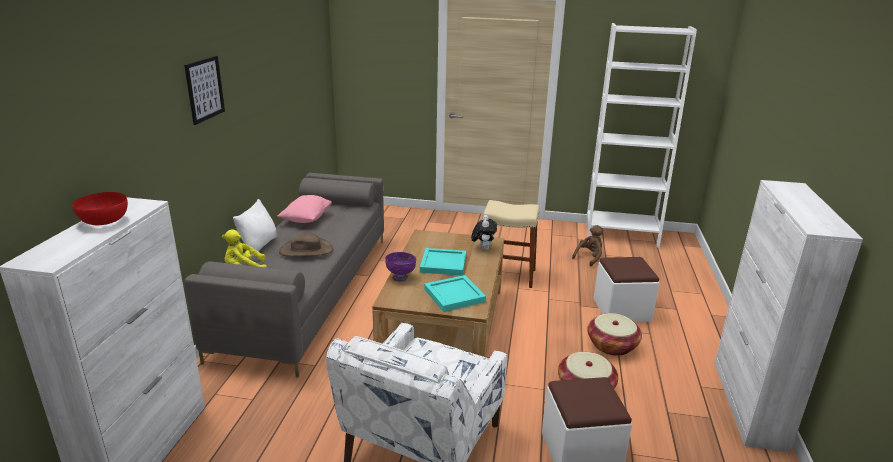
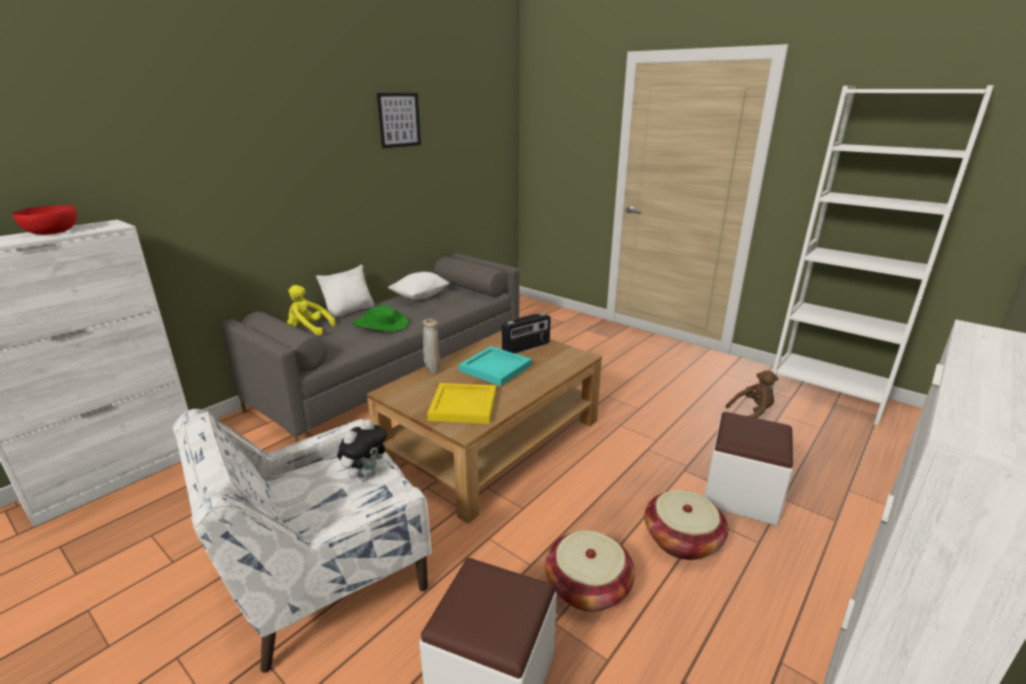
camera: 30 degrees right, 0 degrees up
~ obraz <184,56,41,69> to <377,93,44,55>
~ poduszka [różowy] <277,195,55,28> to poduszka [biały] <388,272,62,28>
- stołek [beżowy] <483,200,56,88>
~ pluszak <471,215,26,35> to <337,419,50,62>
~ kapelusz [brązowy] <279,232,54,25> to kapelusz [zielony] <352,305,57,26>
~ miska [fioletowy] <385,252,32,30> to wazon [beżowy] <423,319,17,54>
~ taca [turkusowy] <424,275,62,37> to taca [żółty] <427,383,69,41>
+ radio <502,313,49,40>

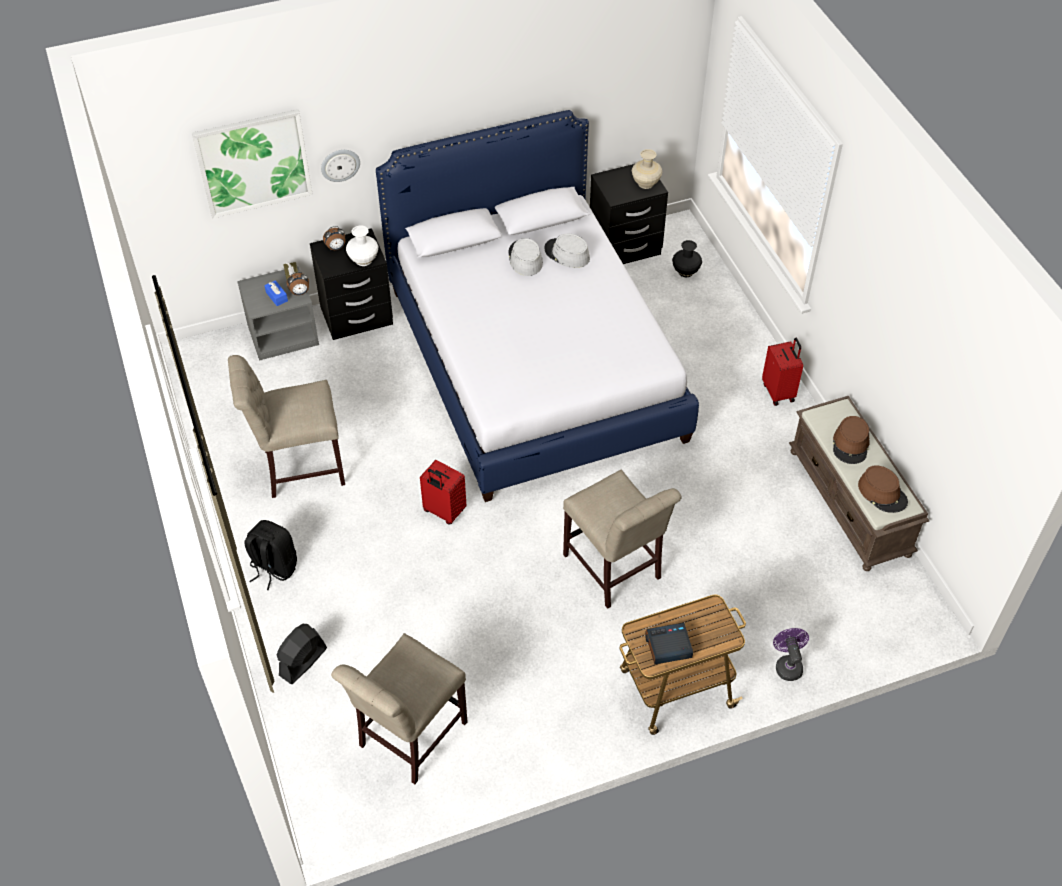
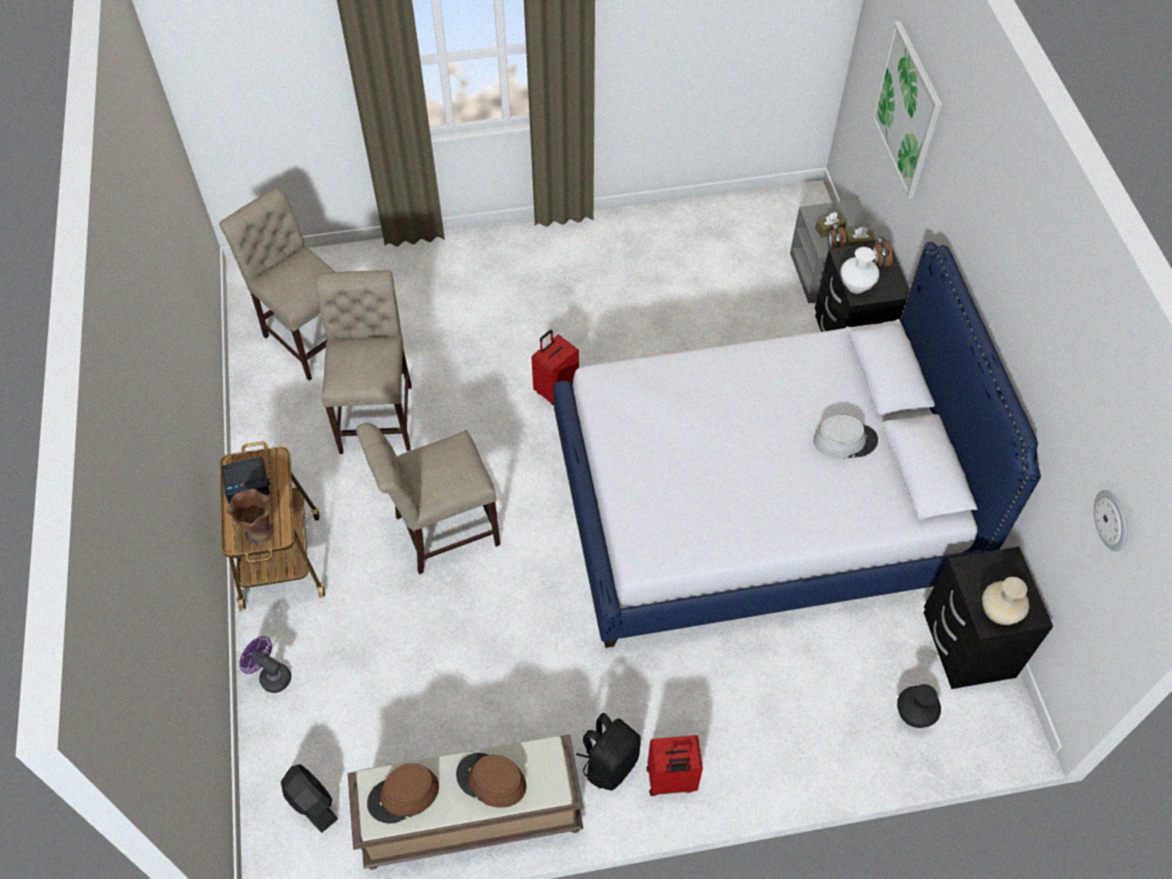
camera: 100 degrees right, 5 degrees up
~ zegar ścienny <321,150,39,32> to <1094,490,33,62>
- kapelusz [szary] <544,234,46,34>
~ pudełko chusteczek [niebieski] <264,280,24,26> to pudełko chusteczek [brązowy] <815,212,32,26>
~ krzesło [beżowy] <228,355,117,143> to <316,270,96,184>
~ plecak [czarny] <244,520,53,70> to <576,713,65,77>
~ budzik <645,623,48,42> = <221,457,49,47> 75 degrees clockwise
~ wentylator [czarny] <277,624,50,60> to <281,764,57,69>
~ wentylator [fioletowy] <773,628,36,53> = <239,636,52,57> 150 degrees counterclockwise
+ wazon [brązowy] <227,489,47,56>

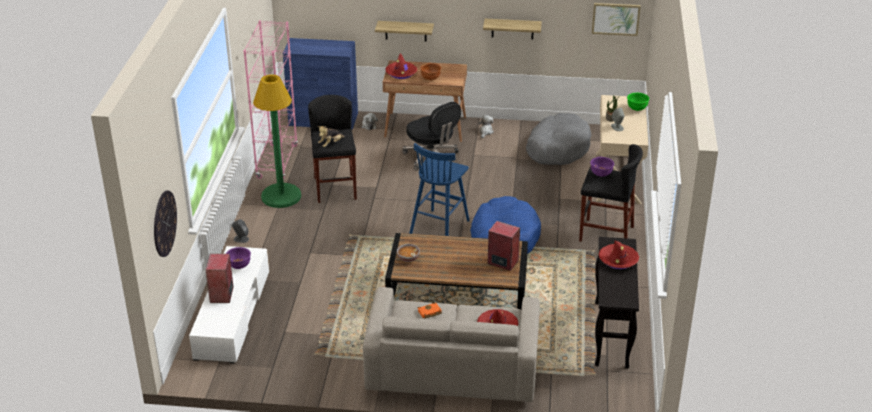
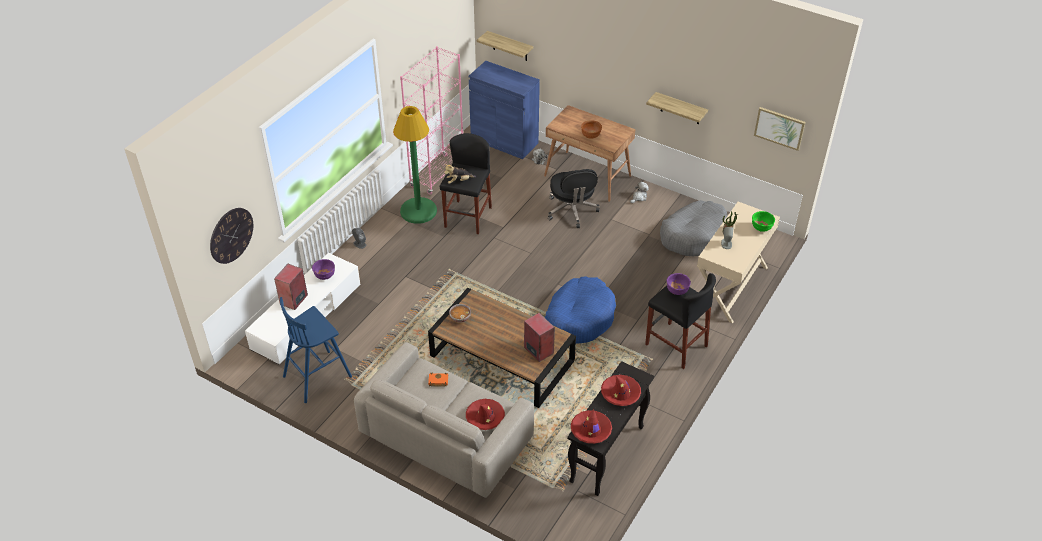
camera: 25 degrees right, 10 degrees up
~ półka <375,21,59,20> to <477,31,56,30>
~ kapelusz [czerwony] <385,53,32,26> to <571,409,41,35>
~ stołek [niebieski] <409,143,61,93> to <280,297,72,106>

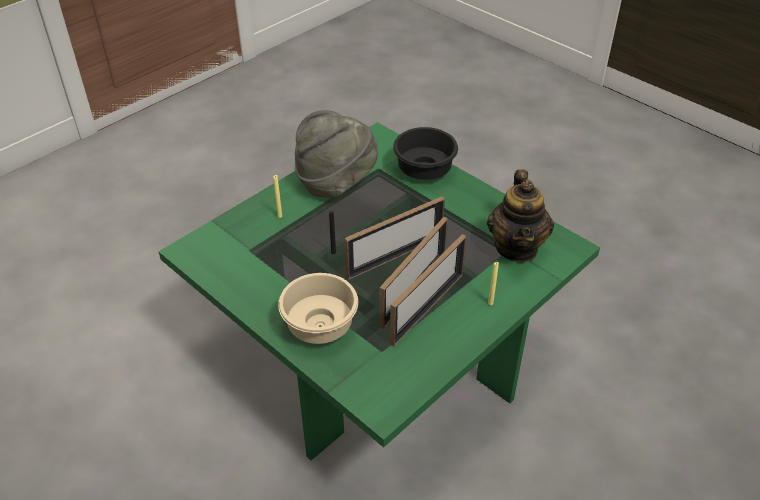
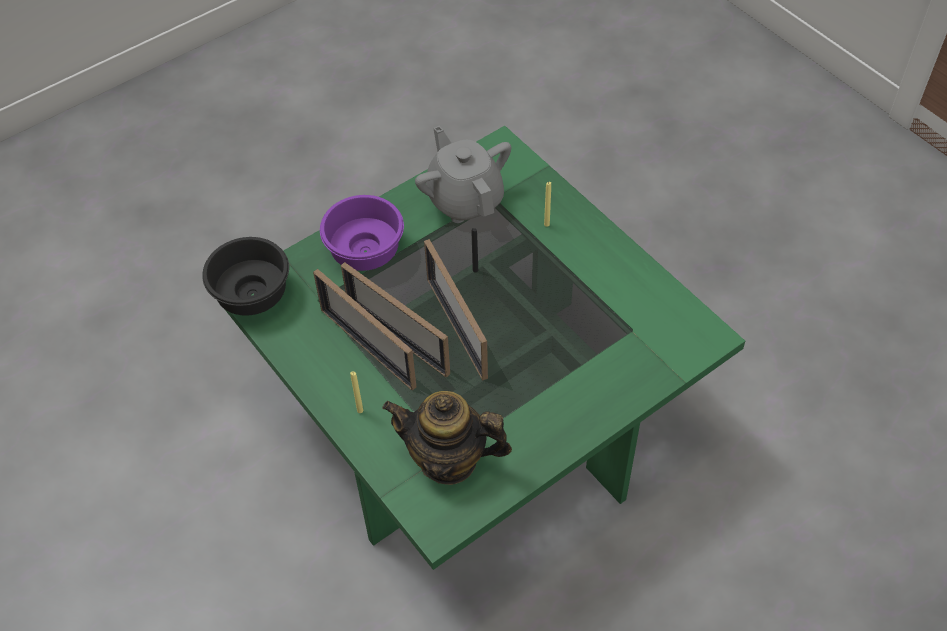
camera: 100 degrees right, 10 degrees up
- kapelusz [szary] <295,110,83,88>
~ miska [czarny] <393,127,65,53> to <202,237,87,78>
~ miska [beżowy] <278,273,80,71> to miska [fioletowy] <320,195,84,76>
+ imbryk [szary] <415,126,96,97>

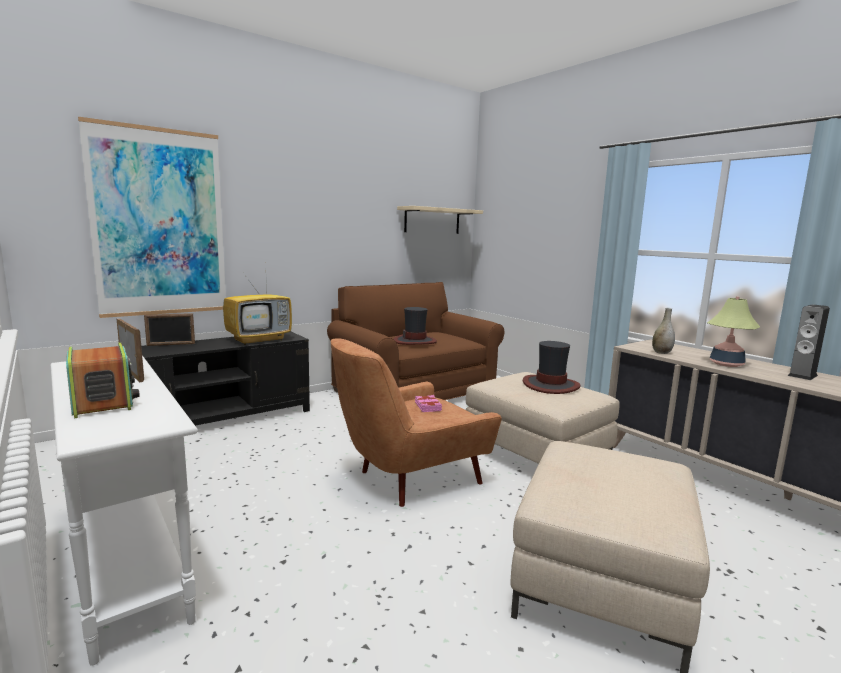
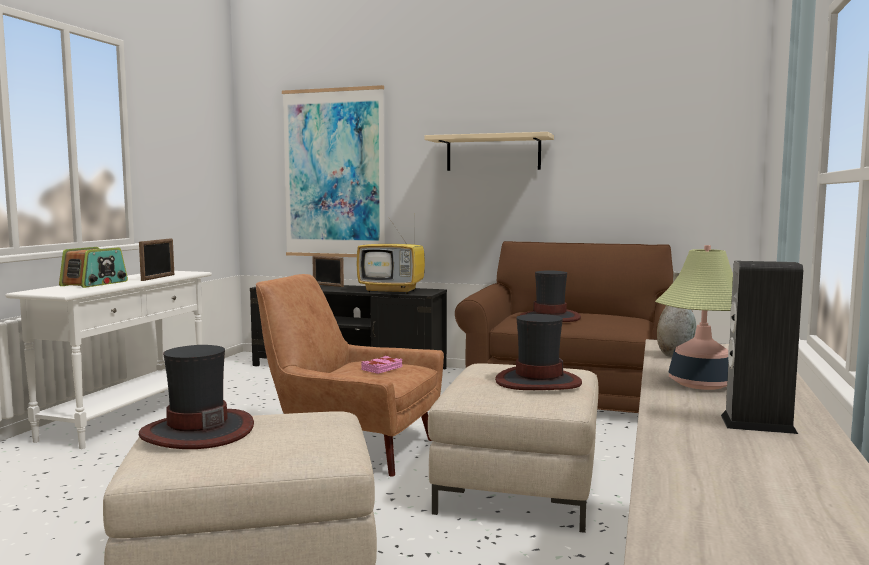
camera: 55 degrees right, 5 degrees down
~ półka [beżowy] <397,206,86,28> to <424,132,130,39>
+ kapelusz <139,345,115,104>

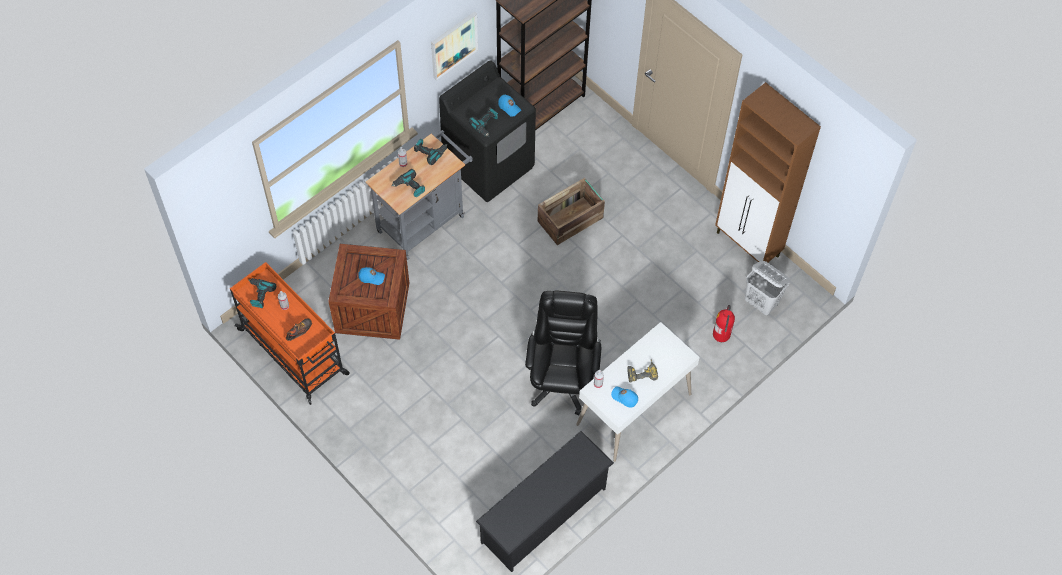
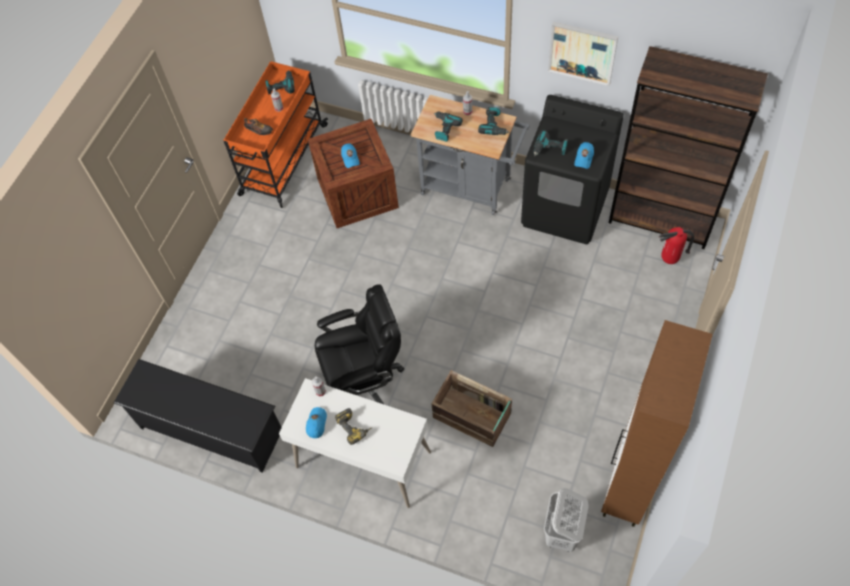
camera: 70 degrees right, 0 degrees up
~ skrzynka <538,178,67,67> to <431,370,81,77>
~ gaśnica <713,305,22,37> to <659,227,35,37>

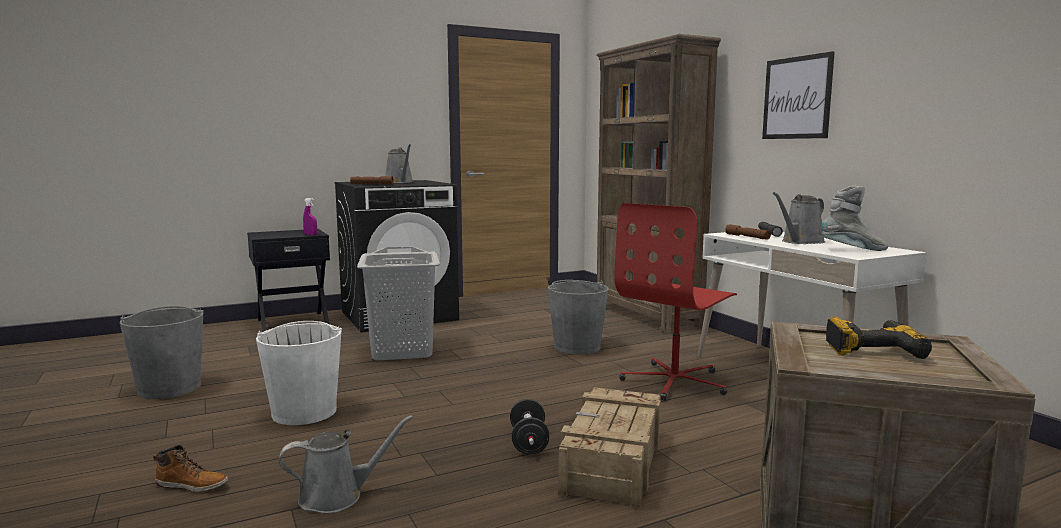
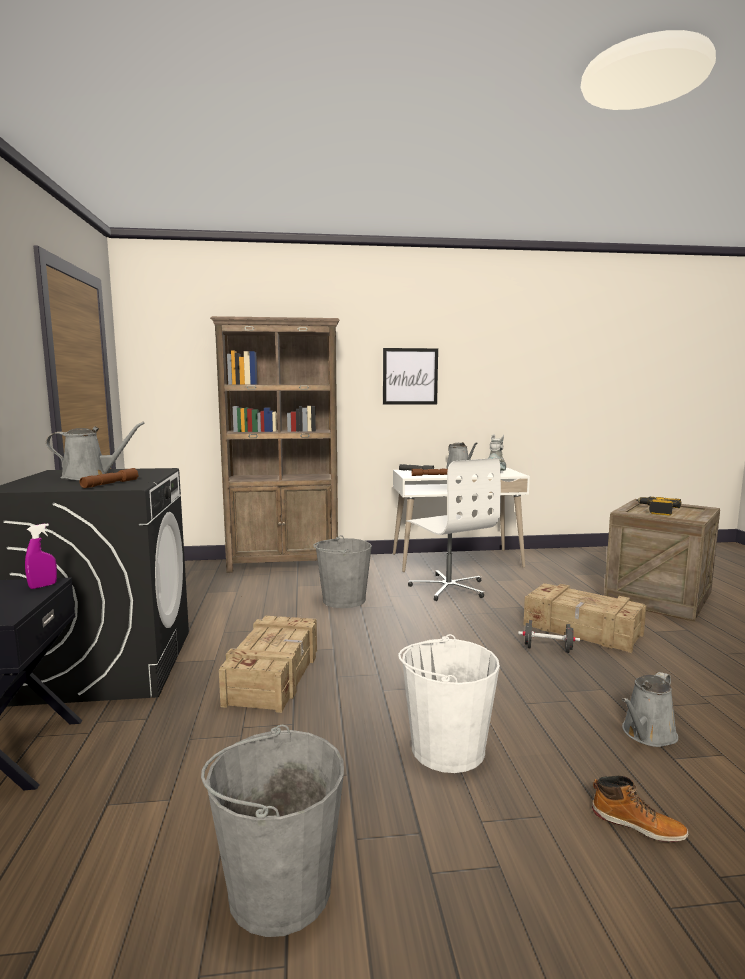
camera: 70 degrees left, 0 degrees up
~ krzesło biurowe [czerwony] <614,203,123,197> to krzesło biurowe [biały] <406,458,95,143>
~ kosz na pranie [szary] <357,247,83,113> to skrzynka <219,616,98,97>
~ konewka [szary] <279,415,134,98> = <622,672,56,75> 135 degrees counterclockwise
~ but z cholewką <153,445,75,47> = <592,776,96,66> 90 degrees clockwise

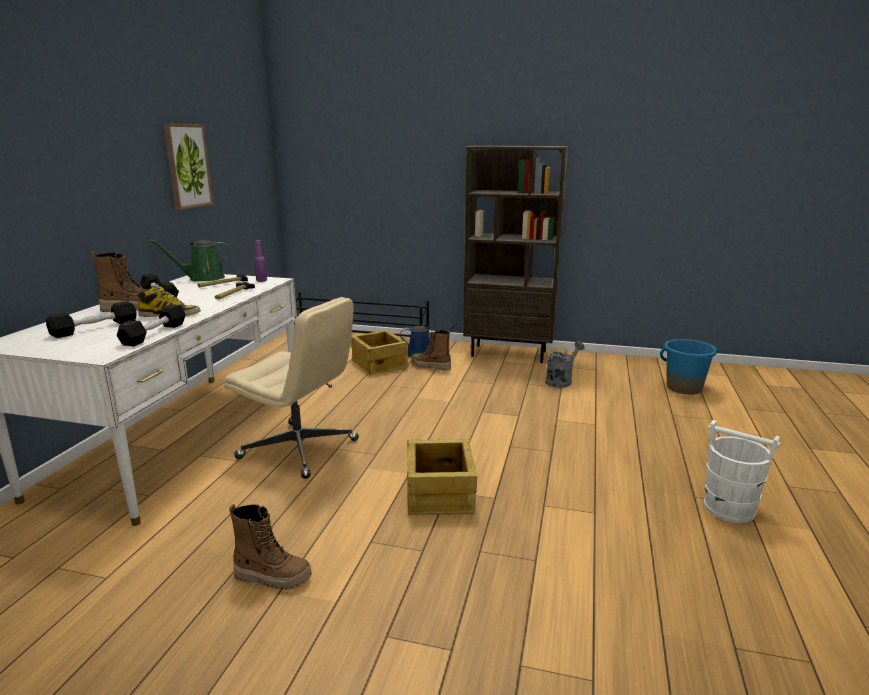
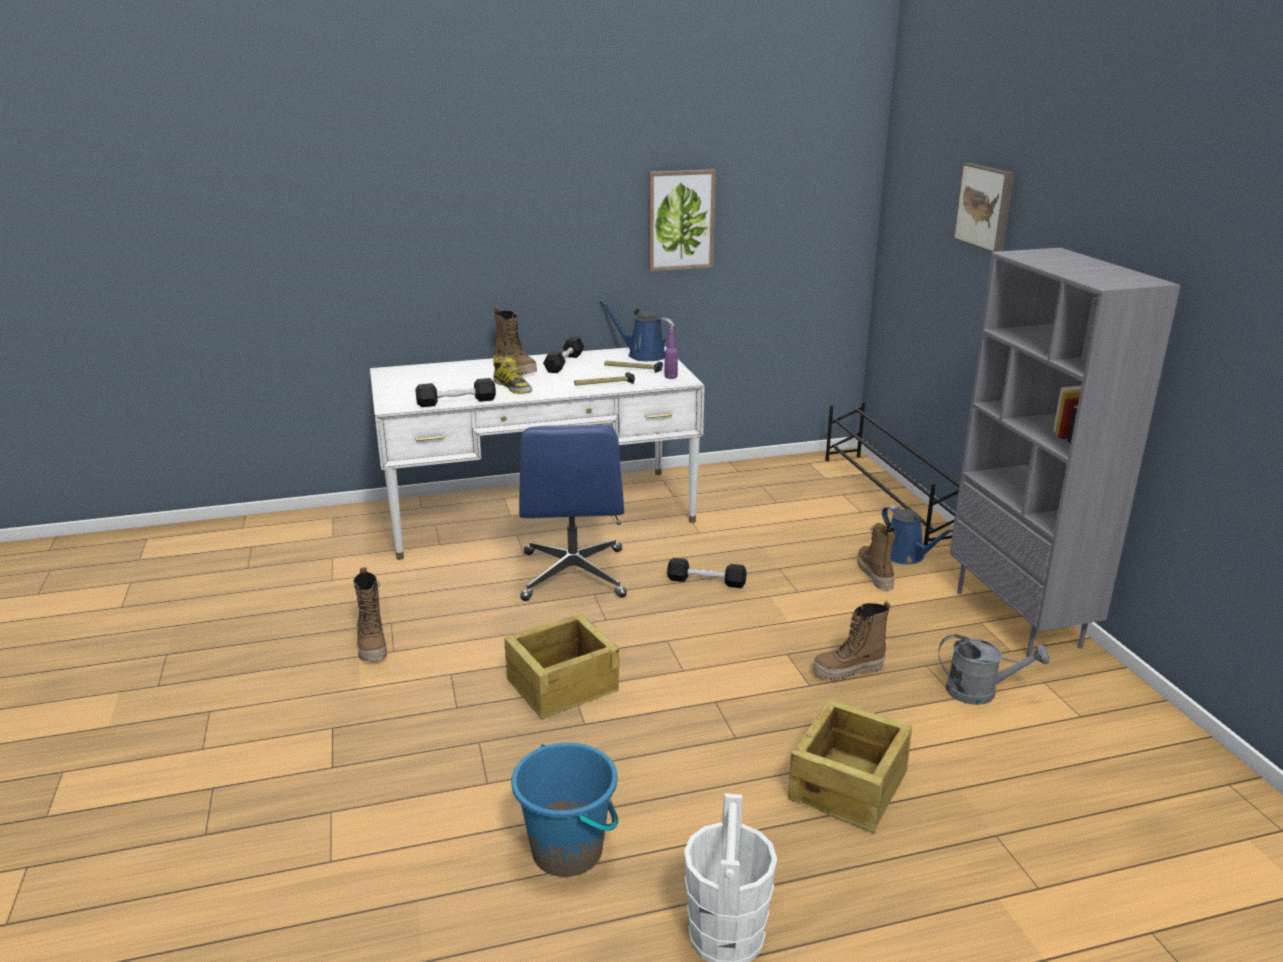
camera: 60 degrees right, 5 degrees up
~ regał [brązowy] <463,146,105,217> to regał [szary] <950,248,231,409>
~ konewka [zielony] <150,240,80,42> to konewka [niebieski] <600,300,75,61>
~ krzesło biurowe [beżowy] <224,297,135,182> to krzesło biurowe [niebieski] <519,425,108,176>
~ hantel [czarny] <46,301,91,37> to <667,558,80,30>
~ skrzynka <351,330,58,45> to <788,699,124,135>
~ wiadro [niebieski] <660,339,59,56> to <511,742,107,135>
+ obraz <953,163,61,89>
+ but z cholewką <813,601,78,79>

